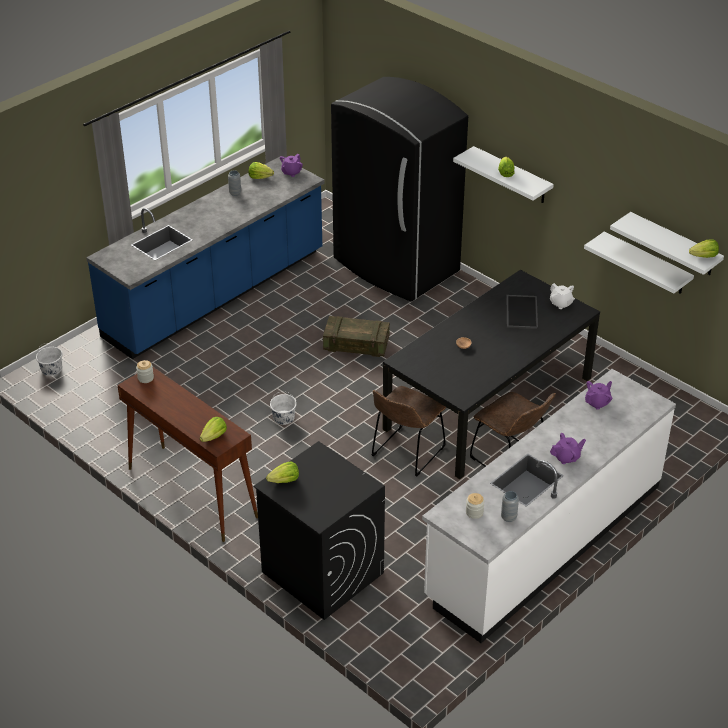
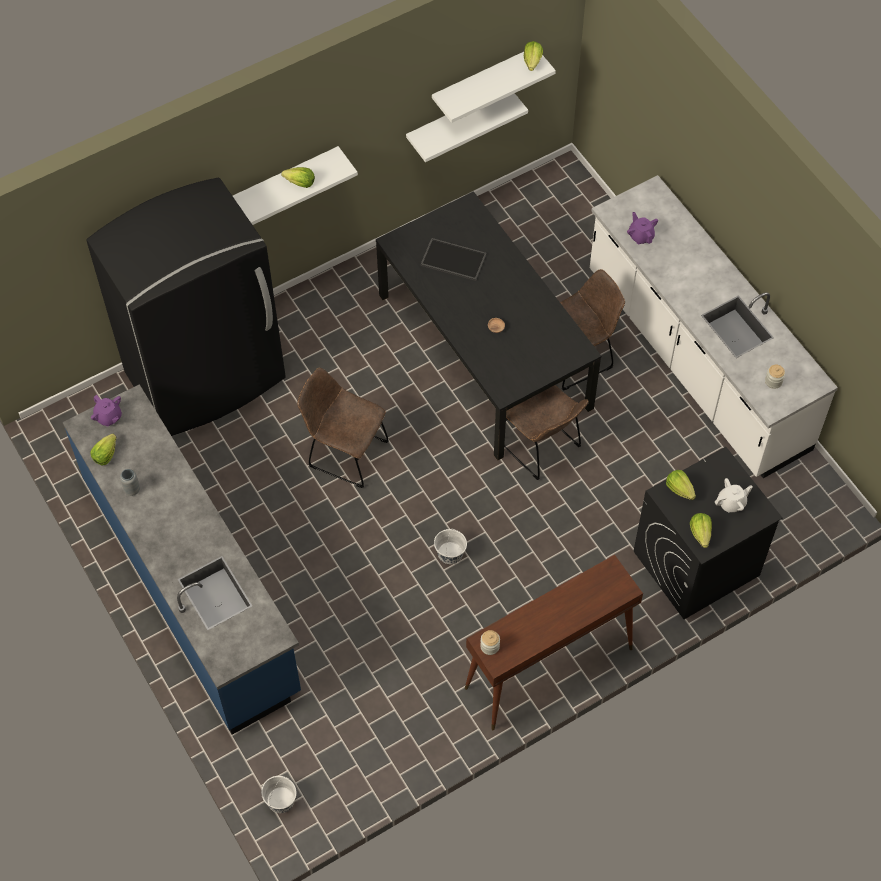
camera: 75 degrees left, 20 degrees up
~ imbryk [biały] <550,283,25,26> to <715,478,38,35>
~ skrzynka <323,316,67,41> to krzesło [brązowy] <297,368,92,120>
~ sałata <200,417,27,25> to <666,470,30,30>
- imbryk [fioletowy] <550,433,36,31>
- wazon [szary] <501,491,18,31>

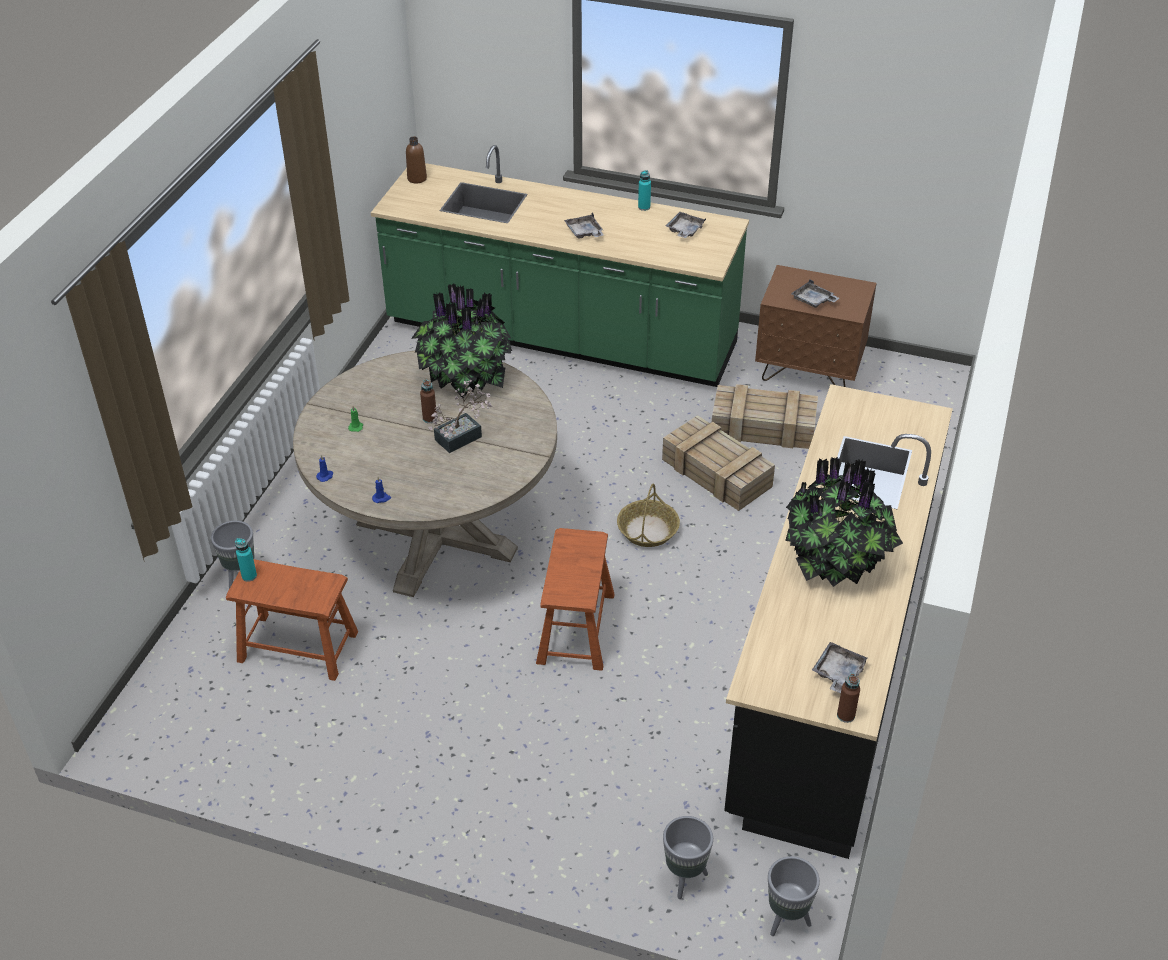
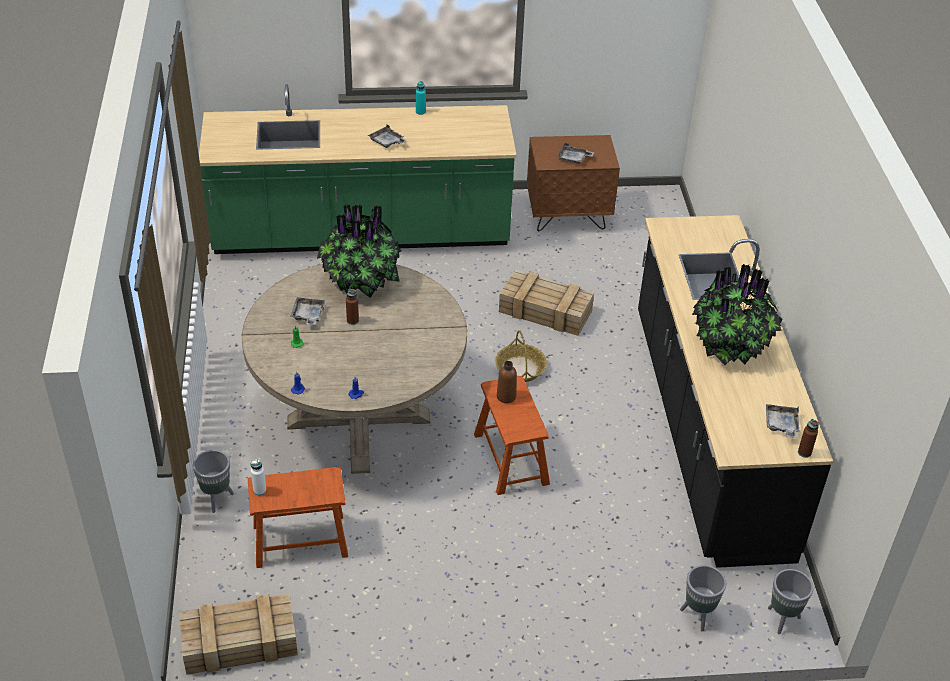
camera: 25 degrees left, 0 degrees up
~ butelka [brązowy] <406,137,21,47> to <497,361,20,42>
~ taca [szary] <666,212,40,26> to <290,297,35,28>
- roślina doniczkowa <429,380,63,73>
~ skrzynka <712,384,106,65> to <179,594,119,81>
~ butelka [turkusowy] <235,538,22,44> to butelka [biały] <251,459,15,37>

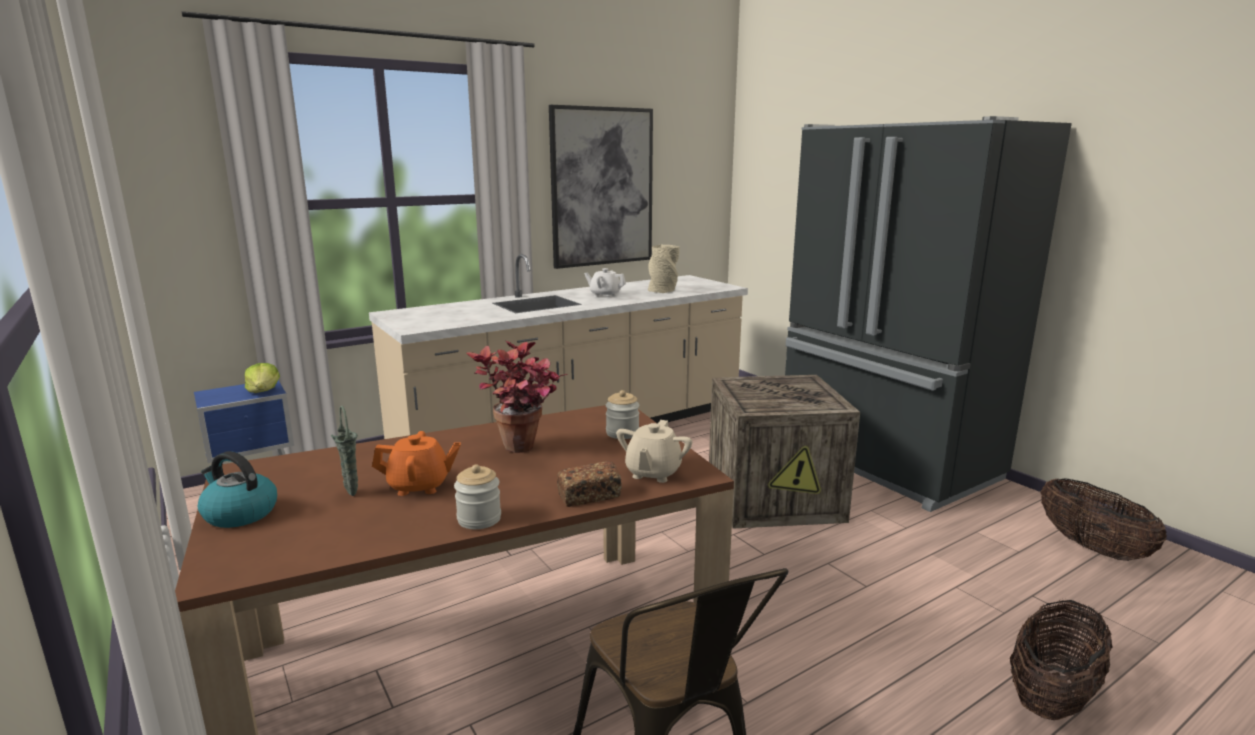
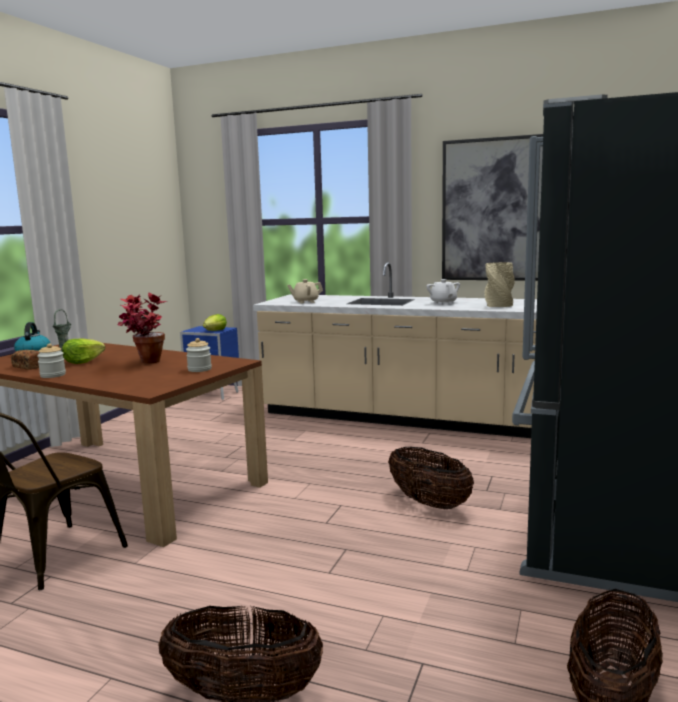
camera: 55 degrees right, 5 degrees down
~ skrzynka <709,375,151,154> to koszyk <388,447,86,62>
~ imbryk [beżowy] <616,420,76,63> to <287,279,36,25>
~ imbryk [pomarańczowy] <372,431,89,65> to sałata <62,339,43,25>
~ chleb <557,461,65,46> to <11,350,28,20>

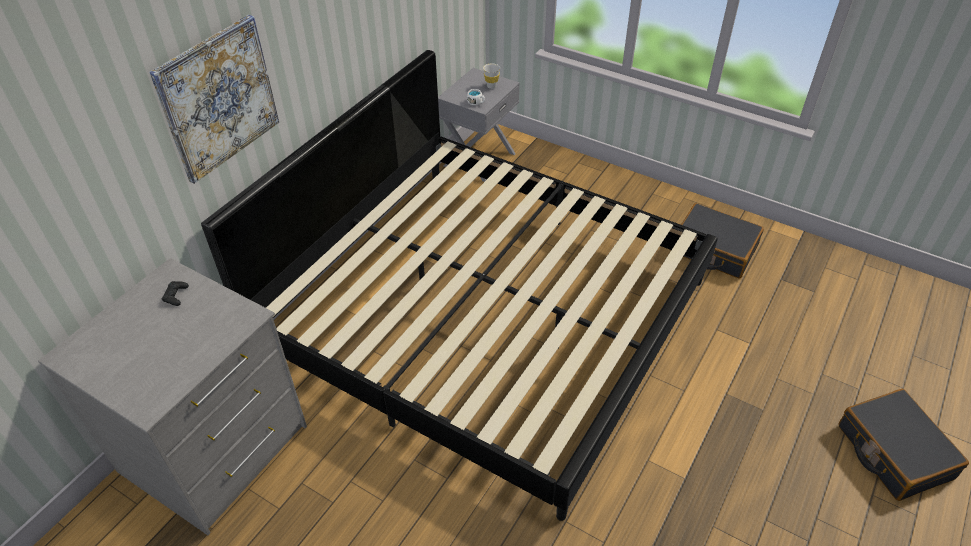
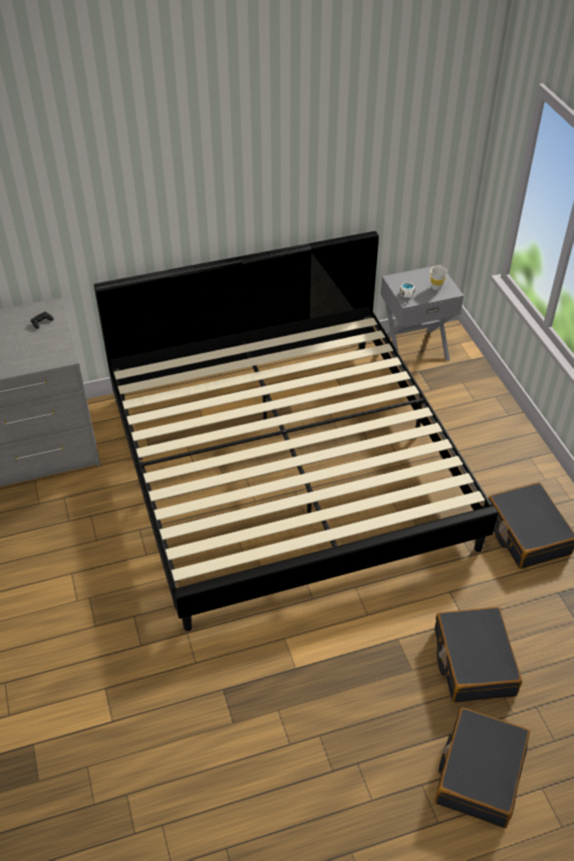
camera: 40 degrees right, 0 degrees up
- obraz <149,15,130,169>
+ walizka [czarny] <435,607,87,96>

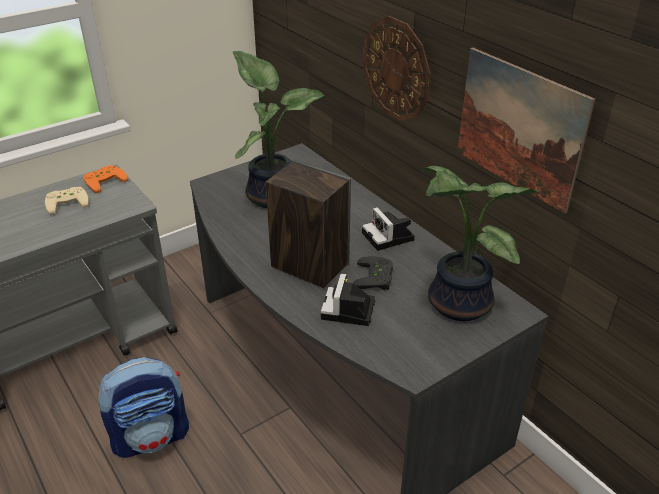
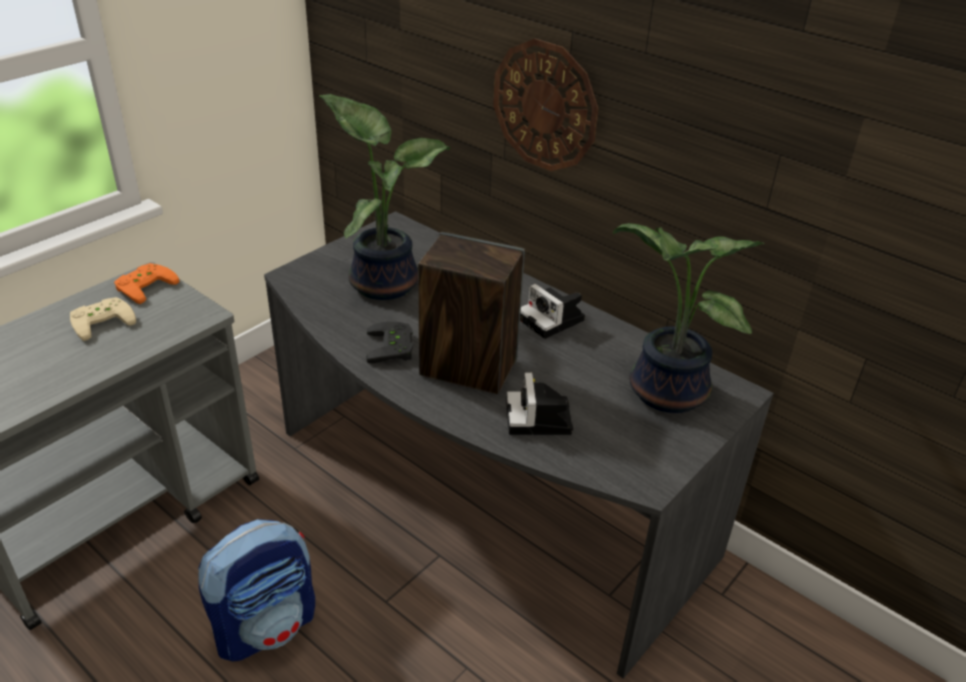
camera: 15 degrees left, 0 degrees up
- obraz <457,48,138,165>
~ pad do gier [czarny] <353,256,40,34> to <366,322,47,41>

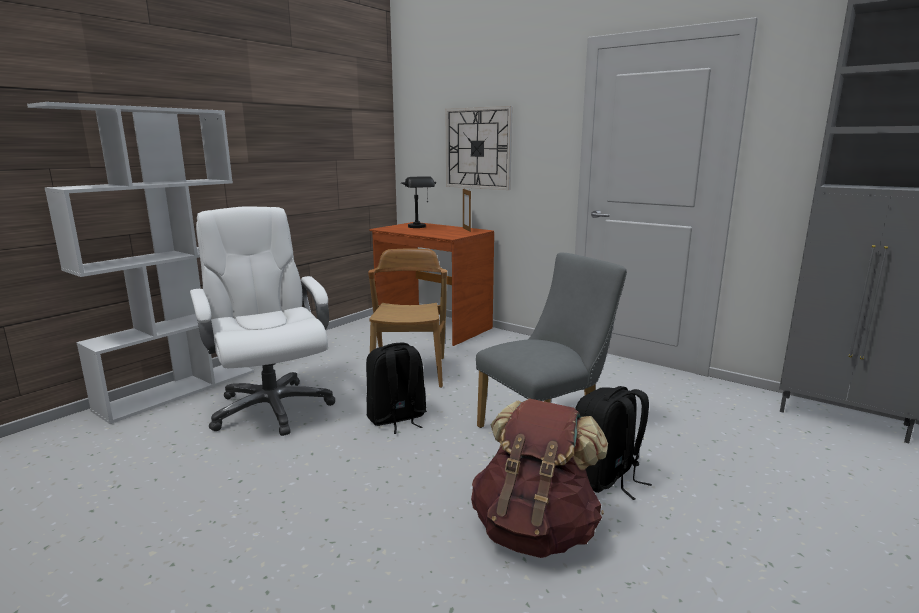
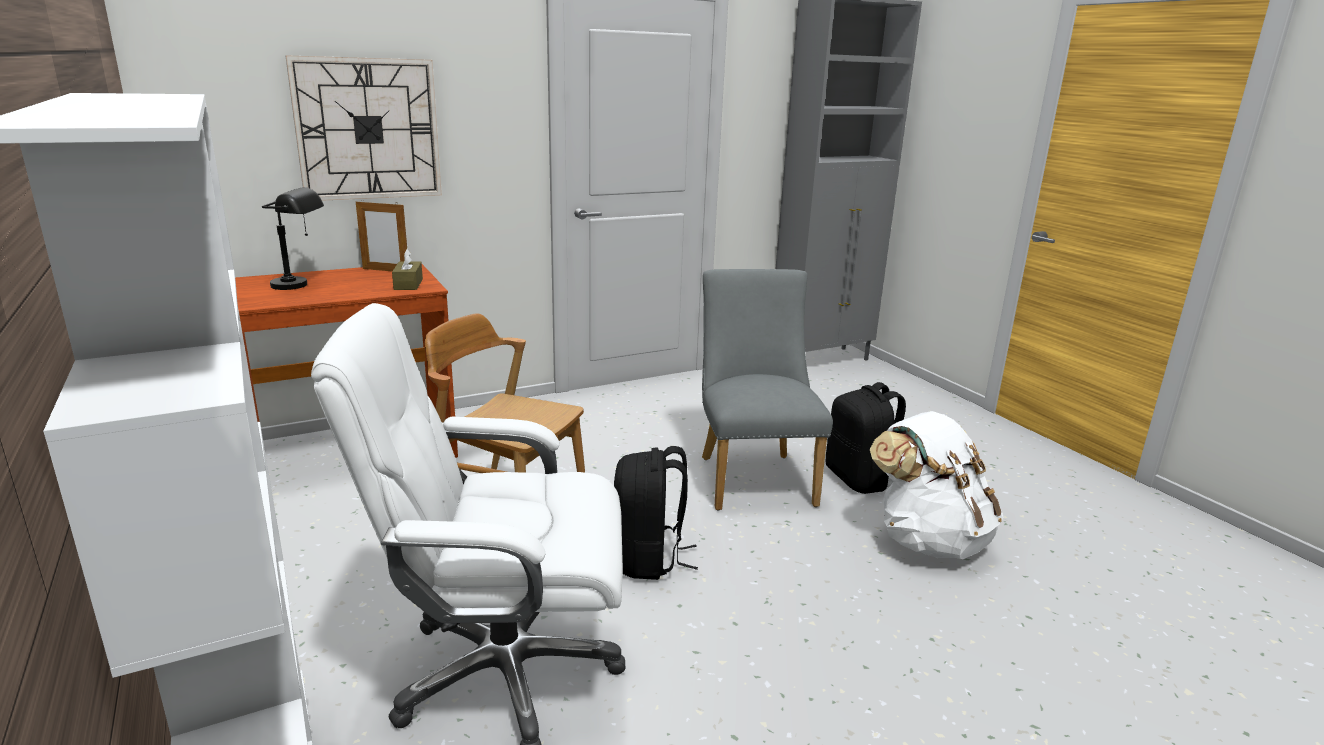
camera: 65 degrees left, 5 degrees up
~ plecak [brązowy] <471,398,137,160> to plecak [biały] <870,411,134,148>
+ pudełko chusteczek [brązowy] <392,249,31,41>

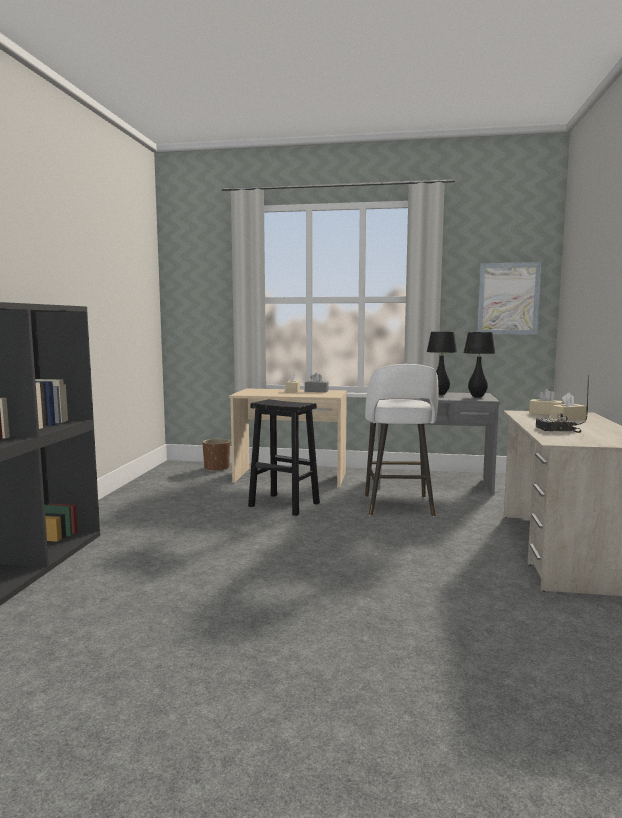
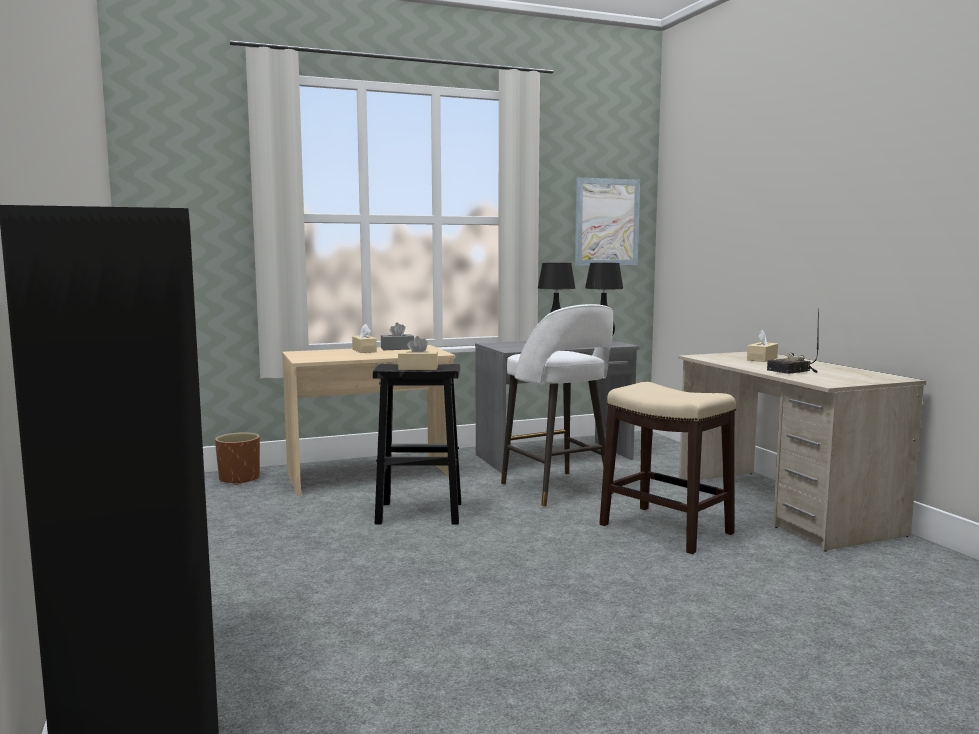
camera: 30 degrees left, 0 degrees up
~ pudełko chusteczek [beżowy] <529,389,34,26> to <398,336,40,34>
+ stołek <599,382,137,172>

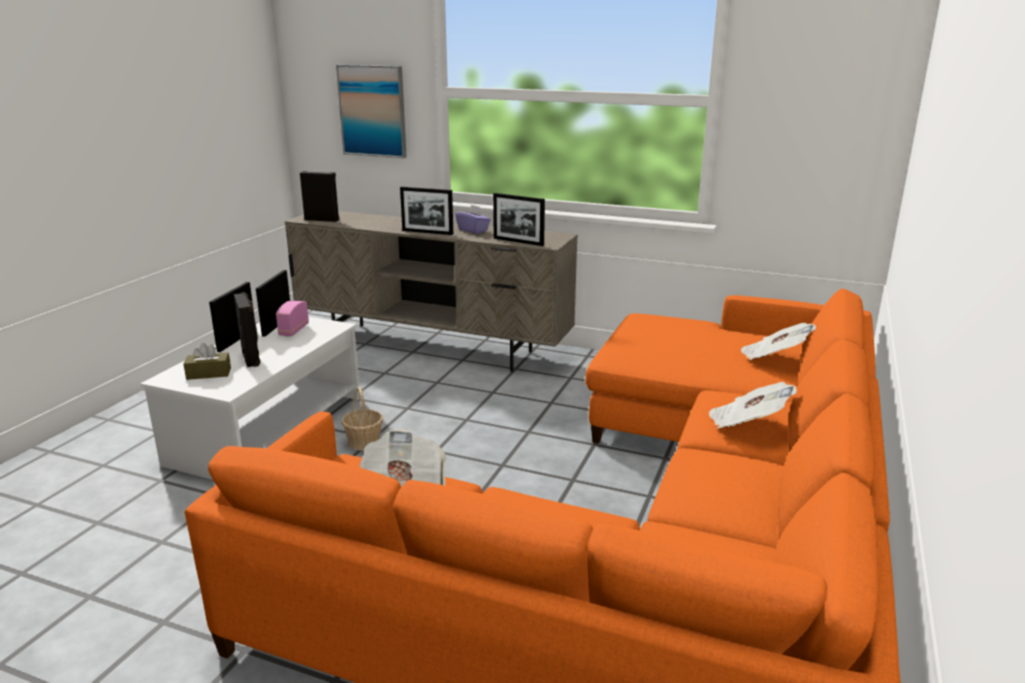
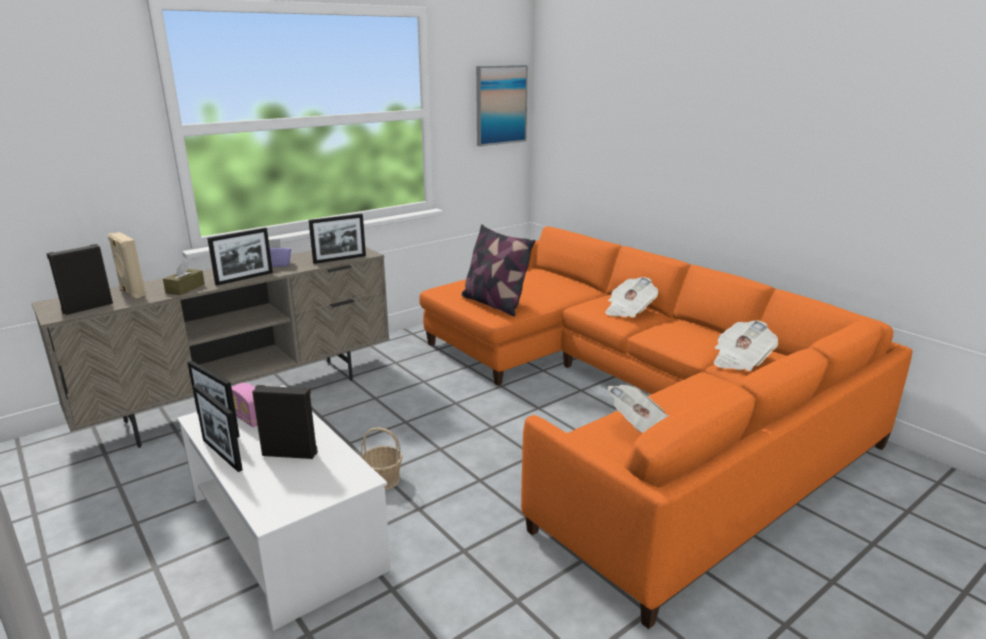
camera: 60 degrees left, 0 degrees up
~ obraz <336,65,71,93> to <476,65,52,81>
~ gazeta <741,322,75,38> to <714,320,64,51>
~ pudełko chusteczek [brązowy] <184,343,47,37> to <163,260,42,35>
+ poduszka <461,224,74,92>
+ głośnik [beżowy] <108,232,38,66>

